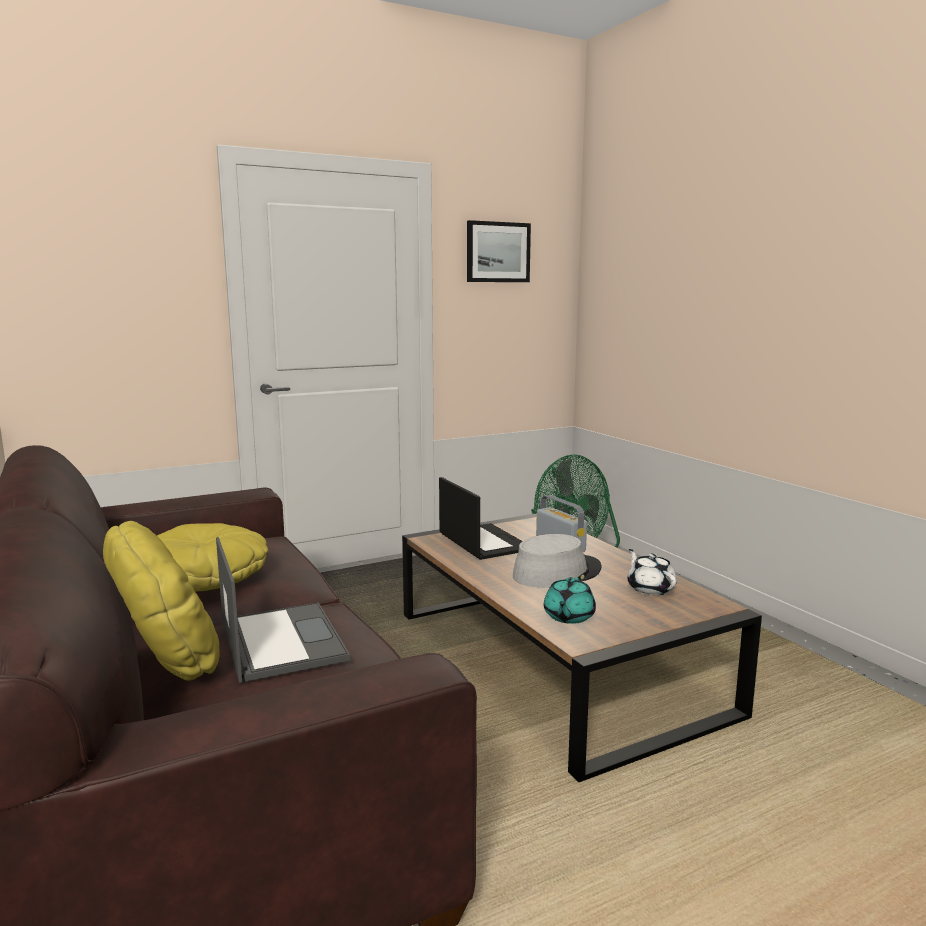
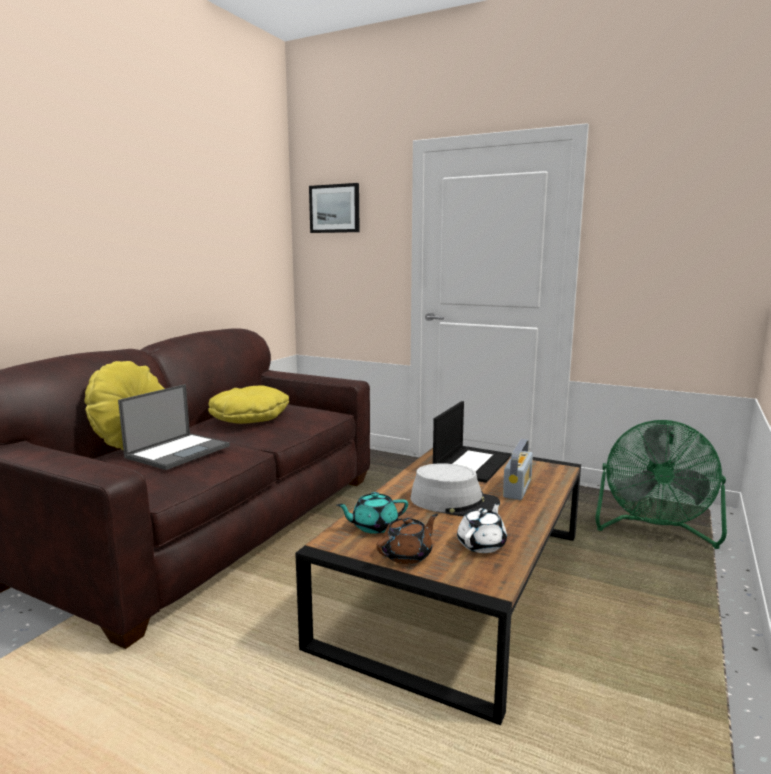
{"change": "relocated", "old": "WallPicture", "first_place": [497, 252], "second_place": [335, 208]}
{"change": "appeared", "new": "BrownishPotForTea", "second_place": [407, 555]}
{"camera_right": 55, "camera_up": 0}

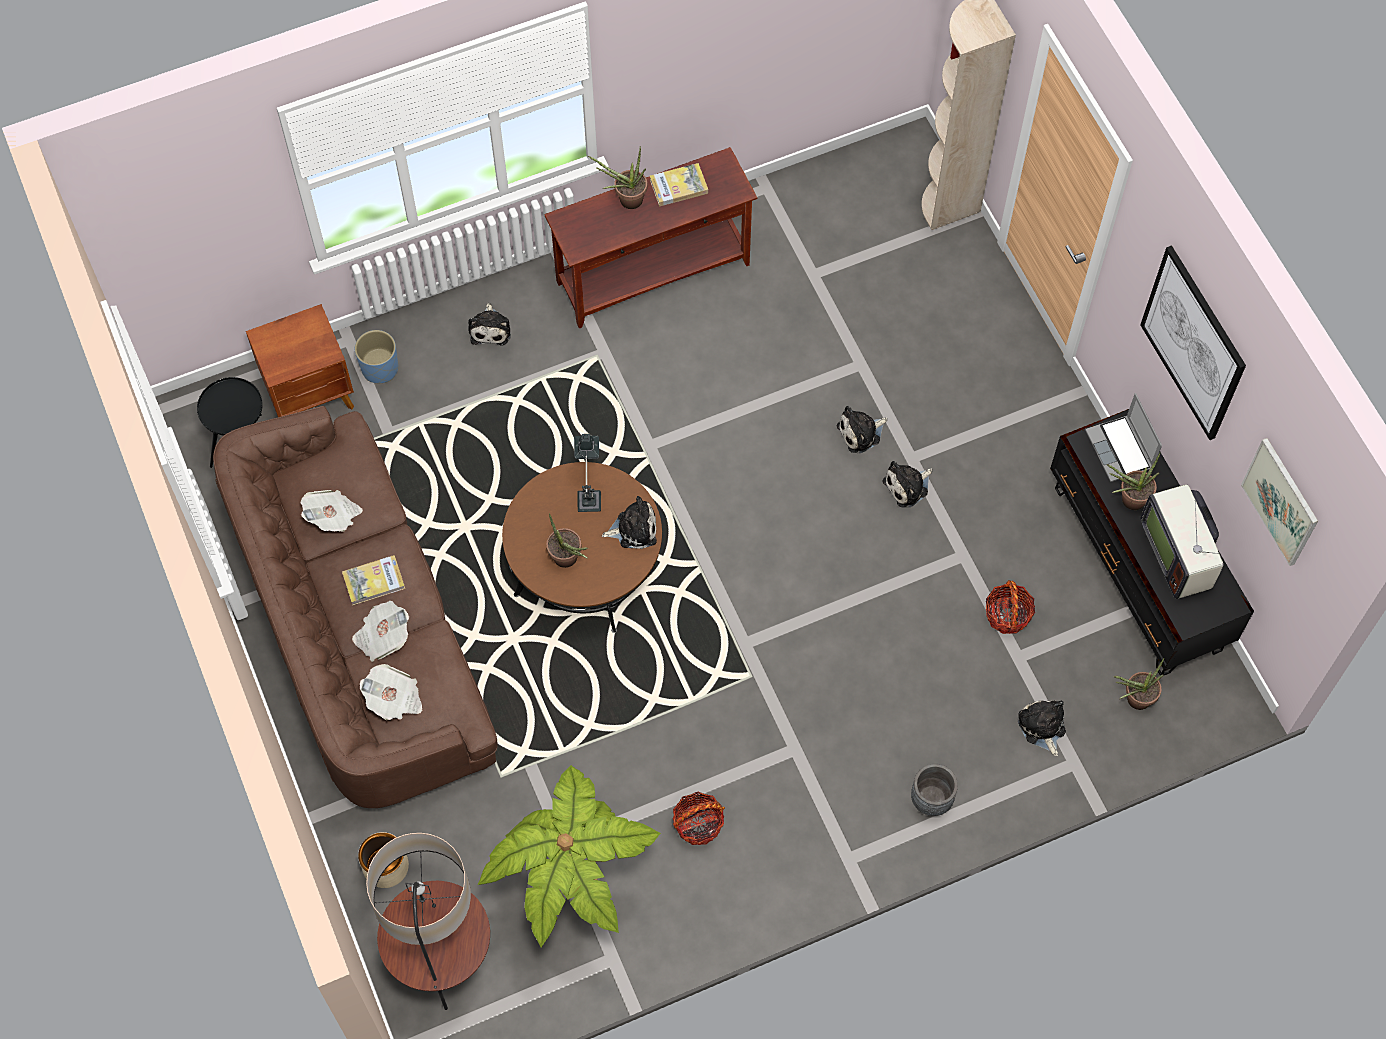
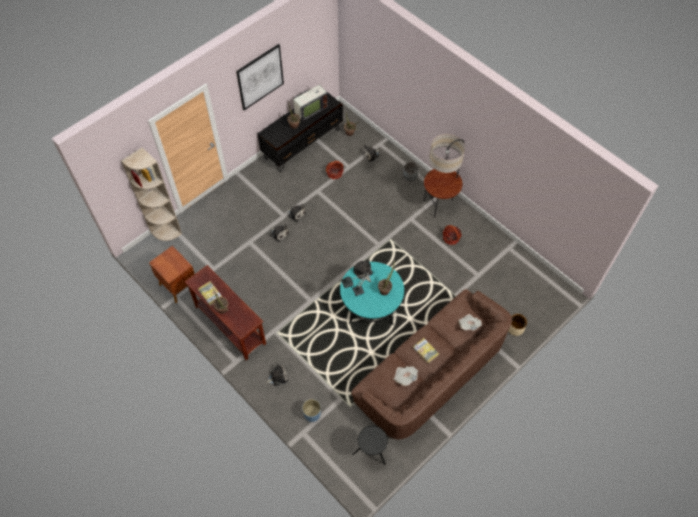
{"change": "relocated", "old": "BrownishNightTable", "first_place": [312, 396], "second_place": [178, 285]}
{"change": "missing", "old": "DailyPaper", "first_place": [382, 637]}
{"change": "relocated", "old": "StandingLamp", "first_place": [444, 966], "second_place": [439, 205]}
{"change": "missing", "old": "PlantInAPot", "first_place": [574, 898]}
{"change": "colour", "old": "BrownishLowTable", "new": "BlueGreenLowTable", "first_place": [585, 568], "second_place": [371, 305]}
{"change": "missing", "old": "PortableComputer", "first_place": [1120, 450]}
{"change": "missing", "old": "WallPicture", "first_place": [1281, 501]}
{"camera_right": -110, "camera_up": -5}

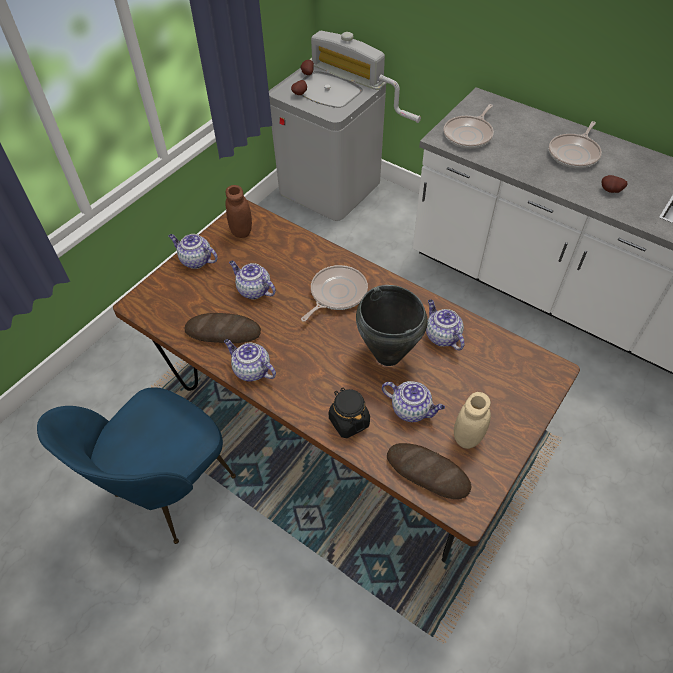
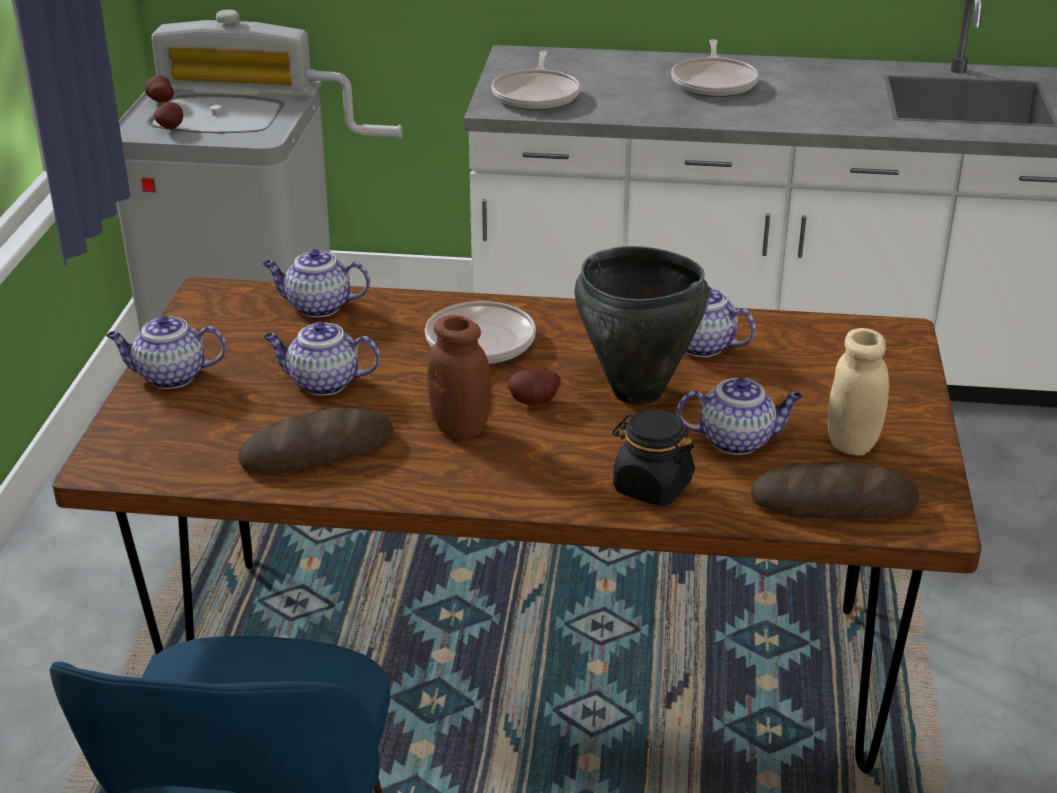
{"change": "relocated", "old": "PotForTea", "first_place": [251, 370], "second_place": [317, 307]}
{"change": "relocated", "old": "BrownishStorageJar", "first_place": [241, 231], "second_place": [460, 427]}
{"change": "relocated", "old": "WholePotato", "first_place": [611, 191], "second_place": [535, 403]}
{"camera_right": -30, "camera_up": -20}

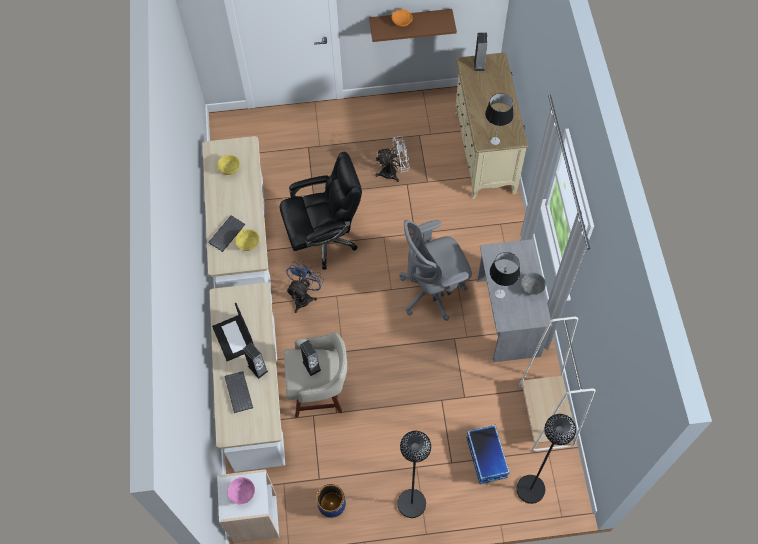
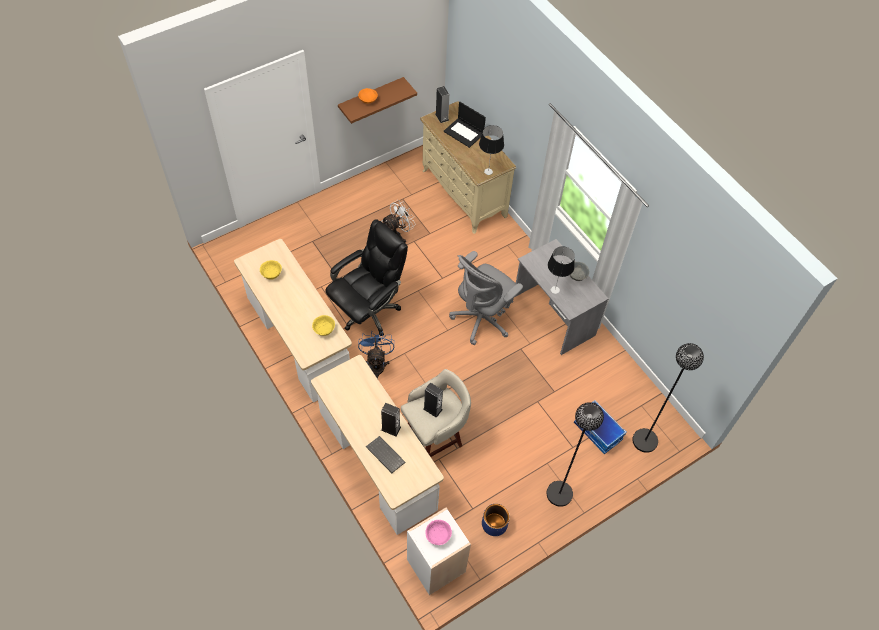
{"change": "missing", "old": "ComputerKeyboard", "first_place": [226, 233]}
{"change": "relocated", "old": "PortableComputer", "first_place": [234, 338], "second_place": [464, 133]}
{"change": "missing", "old": "GarmentStand", "first_place": [545, 416]}
{"camera_right": -30, "camera_up": -5}

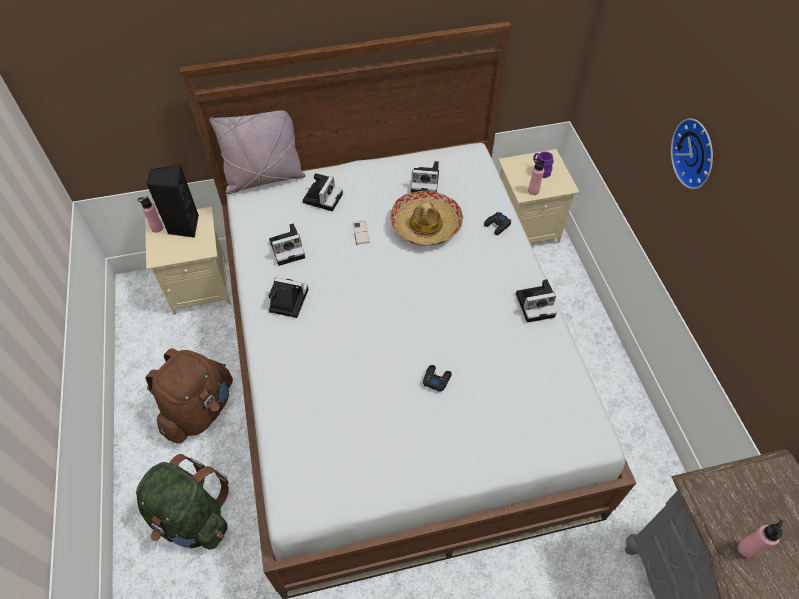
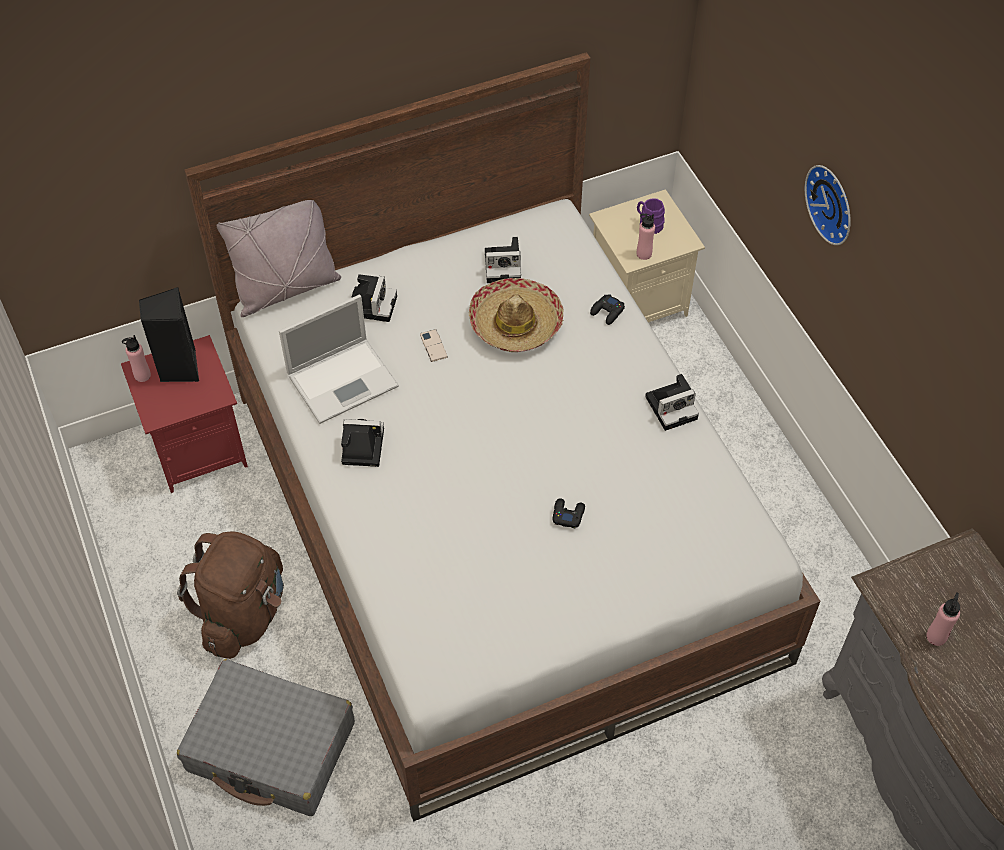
{"change": "exchanged", "old": "GreenishKnapsack", "new": "GreyishTravelCase", "first_place": [192, 518], "second_place": [271, 747]}
{"change": "colour", "old": "BeigeColouredNightTable", "new": "ReddishNightTable", "first_place": [202, 285], "second_place": [199, 447]}
{"change": "exchanged", "old": "PhotoCamera", "new": "PortableComputer", "first_place": [288, 248], "second_place": [344, 379]}
{"camera_right": -10, "camera_up": 0}

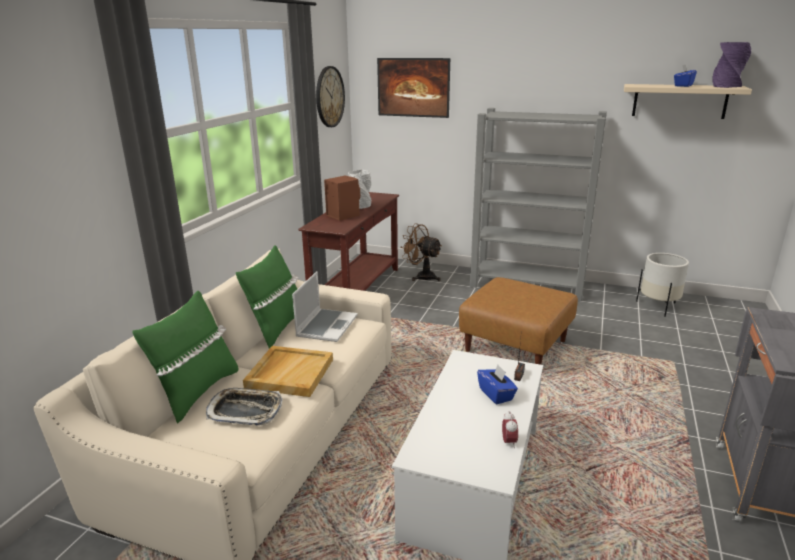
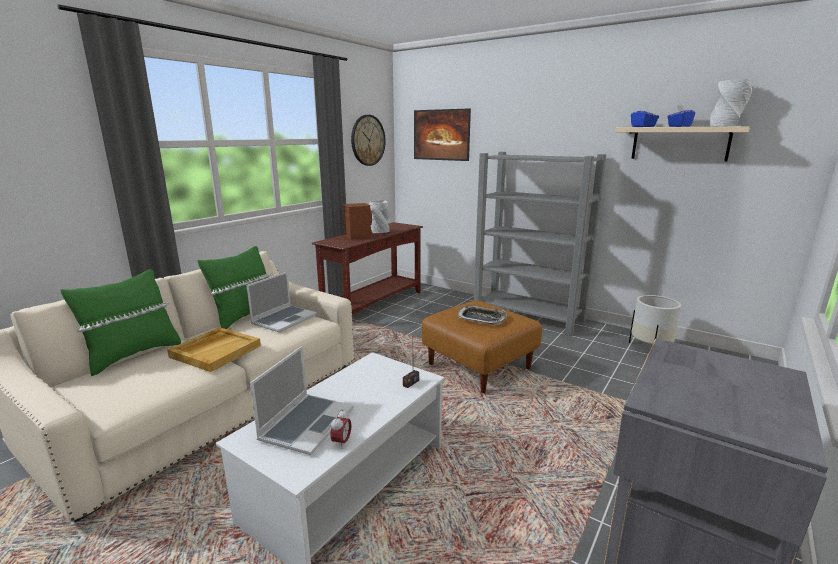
{"change": "relocated", "old": "ServingTray", "first_place": [245, 411], "second_place": [481, 318]}
{"change": "missing", "old": "BrownishElectricFan", "first_place": [421, 276]}
{"change": "relocated", "old": "BlueColouredBoxOfTissues", "first_place": [496, 394], "second_place": [643, 127]}
{"change": "colour", "old": "PurplishDecorativeVase", "new": "GreyishDecorativeVase", "first_place": [726, 86], "second_place": [725, 126]}
{"change": "appeared", "new": "PortableComputer", "second_place": [307, 424]}
{"camera_right": 15, "camera_up": -5}

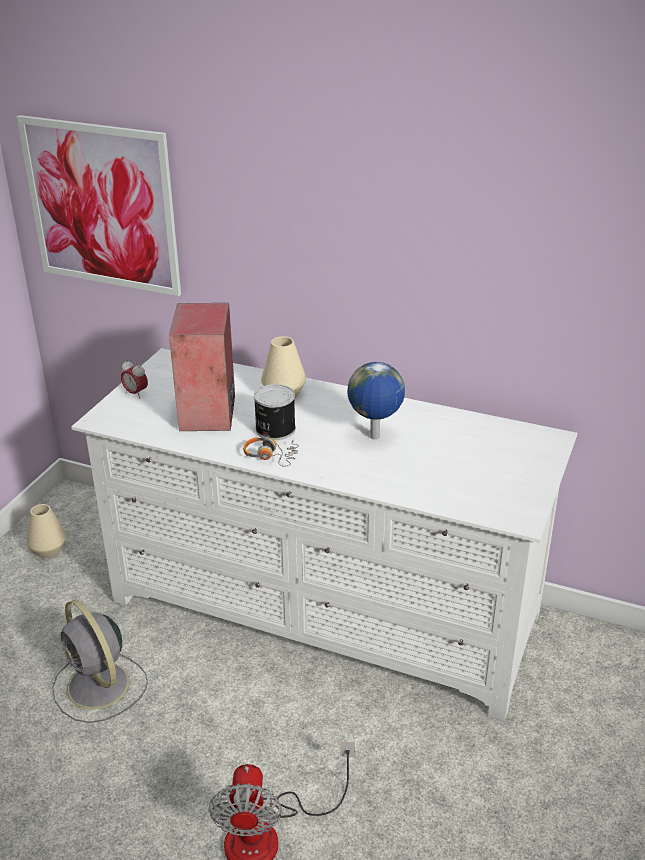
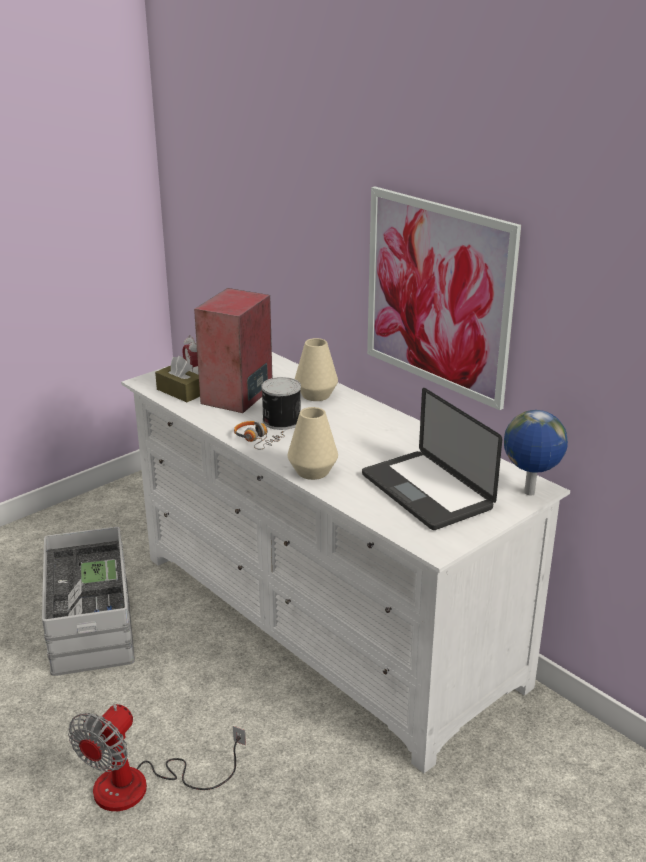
{"change": "relocated", "old": "WallPicture", "first_place": [101, 206], "second_place": [438, 295]}
{"change": "relocated", "old": "BeigeColouredDecorativeVase", "first_place": [48, 549], "second_place": [313, 471]}
{"change": "exchanged", "old": "GreyishElectricFan", "new": "GreyishStorageBox", "first_place": [99, 687], "second_place": [92, 622]}
{"change": "relocated", "old": "Globe", "first_place": [375, 437], "second_place": [529, 493]}
{"change": "appeared", "new": "BrownishBoxOfTissues", "second_place": [180, 392]}
{"change": "appeared", "new": "PortableComputer", "second_place": [426, 491]}
{"camera_right": 25, "camera_up": -5}

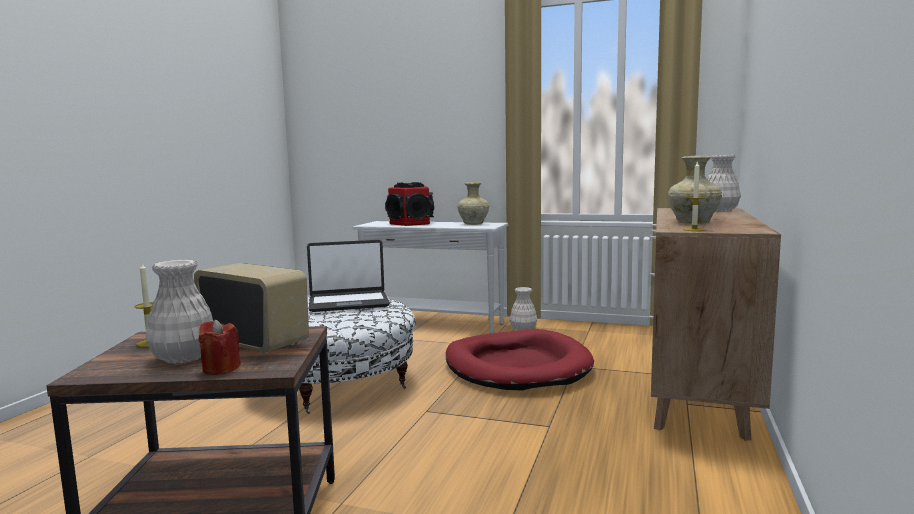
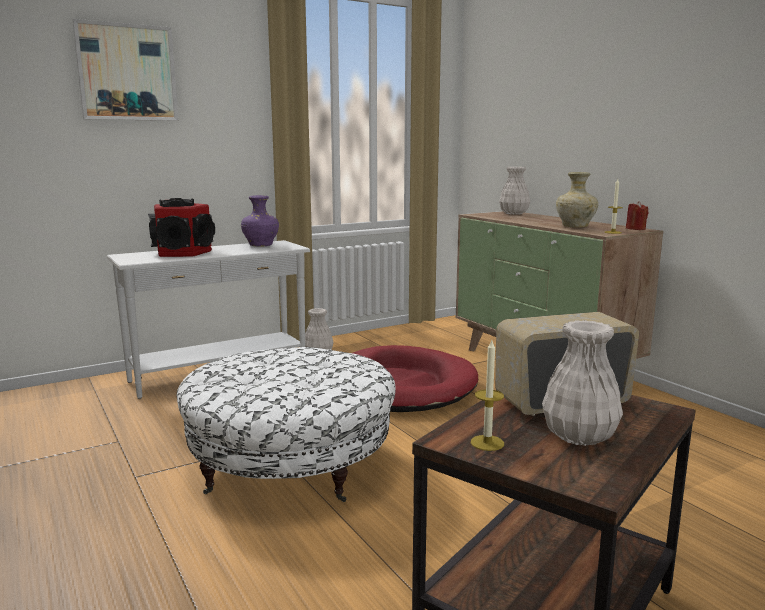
{"change": "relocated", "old": "ReddishCandle", "first_place": [221, 368], "second_place": [635, 229]}
{"change": "missing", "old": "PortableComputer", "first_place": [348, 303]}
{"change": "colour", "old": "BeigeColouredDecorativeVase", "new": "PurplishDecorativeVase", "first_place": [473, 224], "second_place": [261, 245]}
{"change": "appeared", "new": "WallPicture", "second_place": [127, 72]}
{"camera_right": -50, "camera_up": 5}

